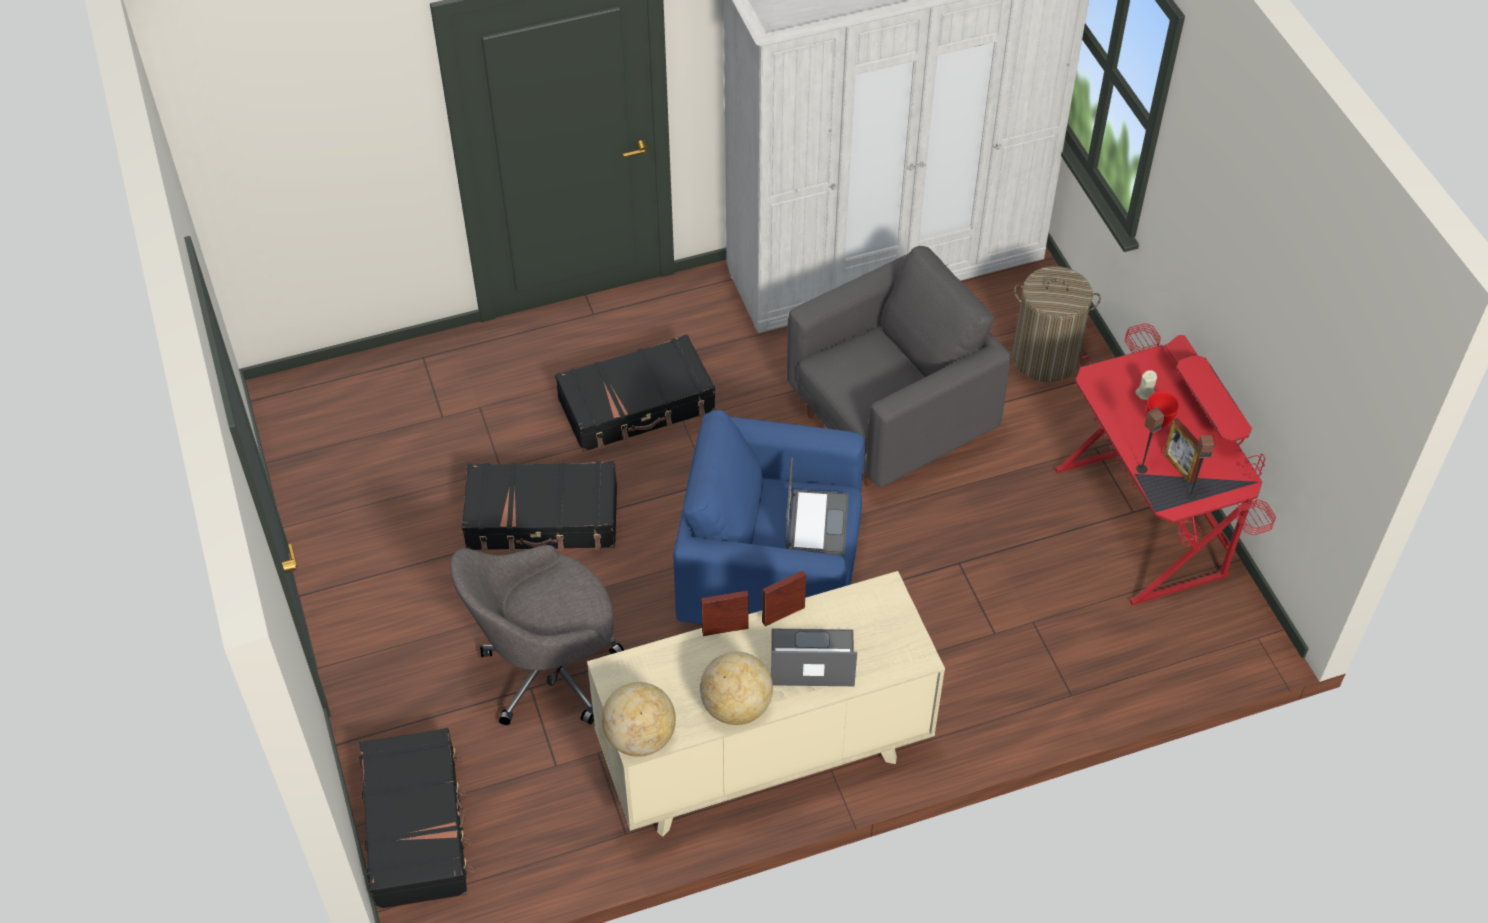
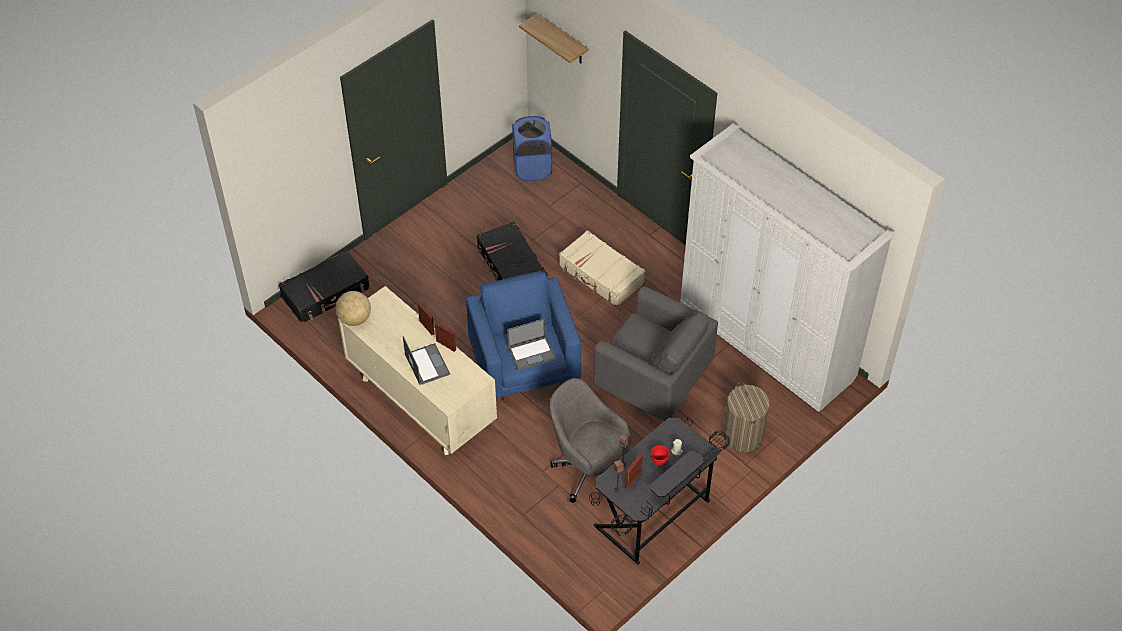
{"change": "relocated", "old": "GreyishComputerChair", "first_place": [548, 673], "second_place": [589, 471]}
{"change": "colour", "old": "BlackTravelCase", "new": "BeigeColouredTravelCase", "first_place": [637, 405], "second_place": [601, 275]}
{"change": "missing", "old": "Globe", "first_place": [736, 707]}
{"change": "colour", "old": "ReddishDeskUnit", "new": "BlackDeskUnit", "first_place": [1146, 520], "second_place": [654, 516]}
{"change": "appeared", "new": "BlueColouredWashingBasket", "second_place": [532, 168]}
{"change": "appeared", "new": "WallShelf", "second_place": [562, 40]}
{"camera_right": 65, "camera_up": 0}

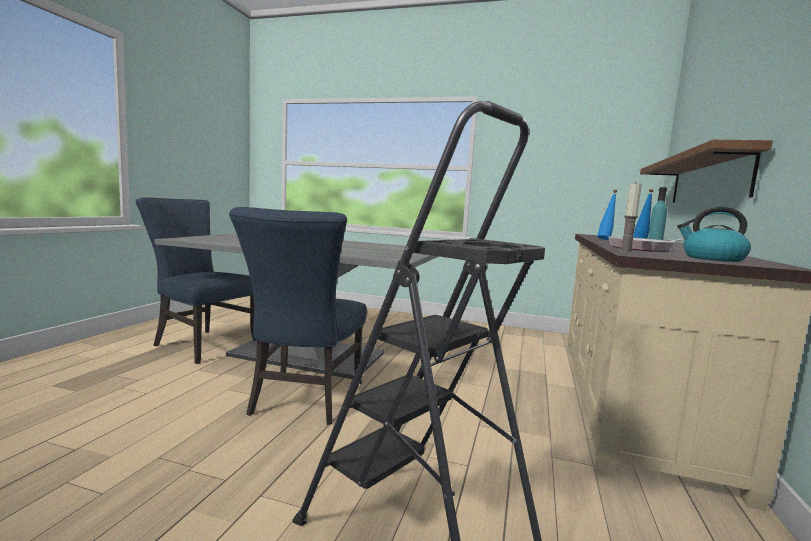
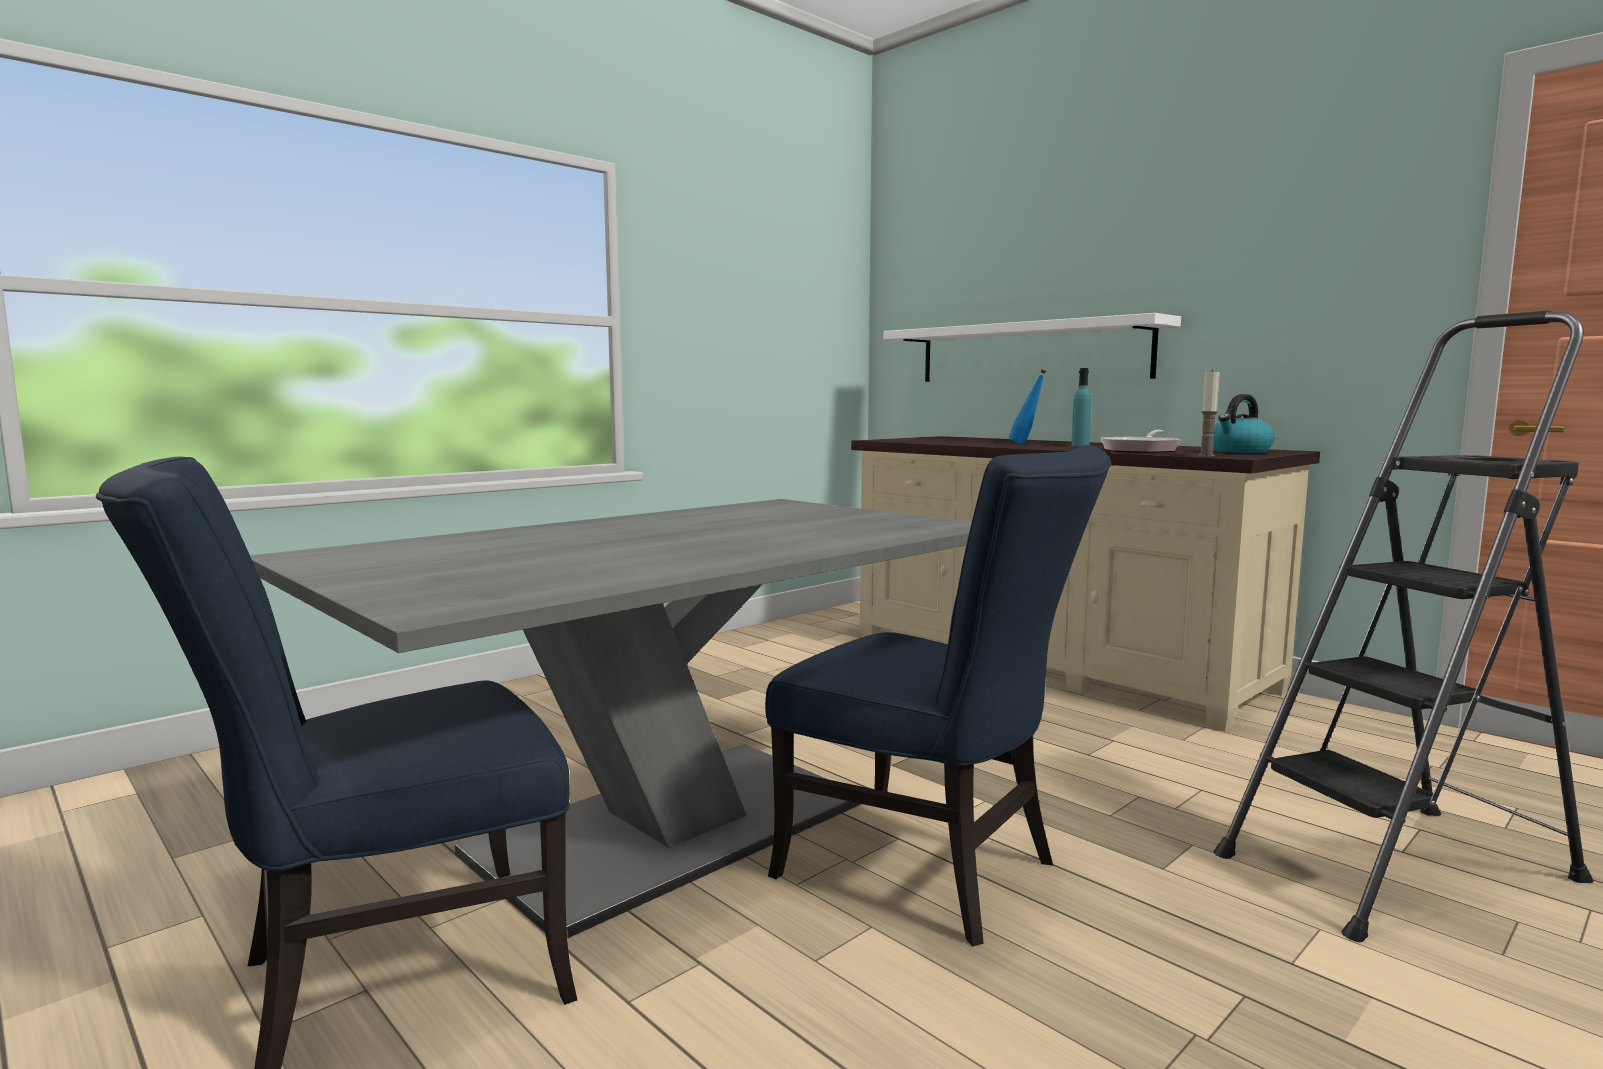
{"change": "missing", "old": "BlueColouredDrinkBottle", "first_place": [605, 239]}
{"change": "colour", "old": "BrownishWallShelf", "new": "WhiteWallShelf", "first_place": [707, 179], "second_place": [1030, 353]}
{"camera_right": -60, "camera_up": 0}

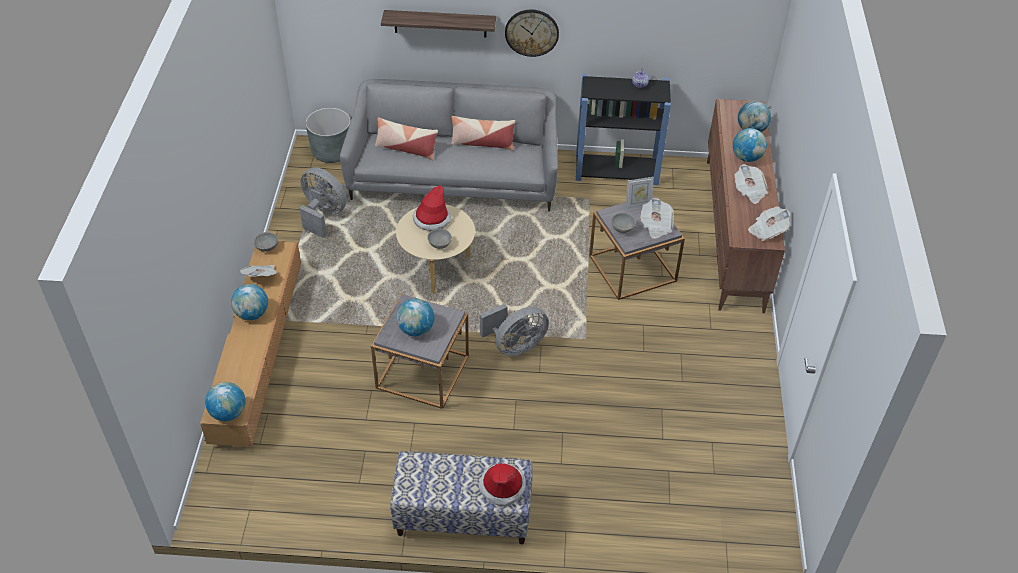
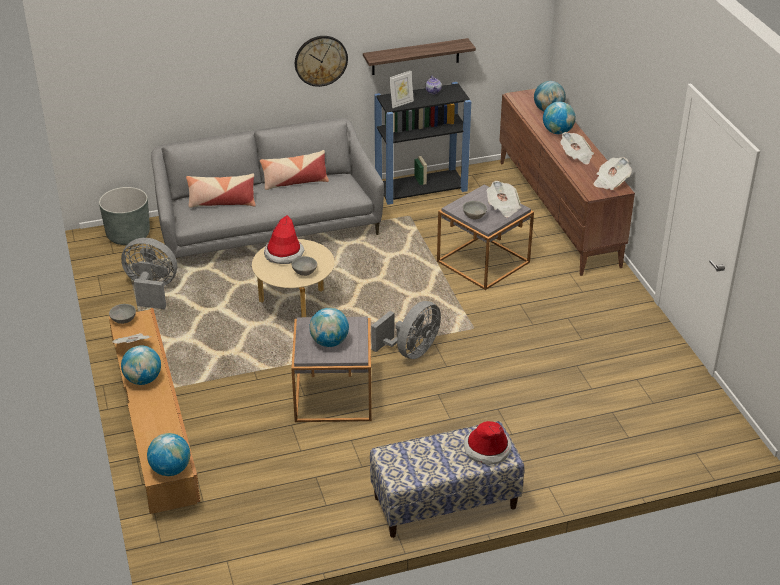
{"change": "relocated", "old": "WallShelf", "first_place": [440, 23], "second_place": [415, 57]}
{"change": "relocated", "old": "StandingFrame", "first_place": [637, 205], "second_place": [401, 103]}
{"camera_right": -20, "camera_up": -10}

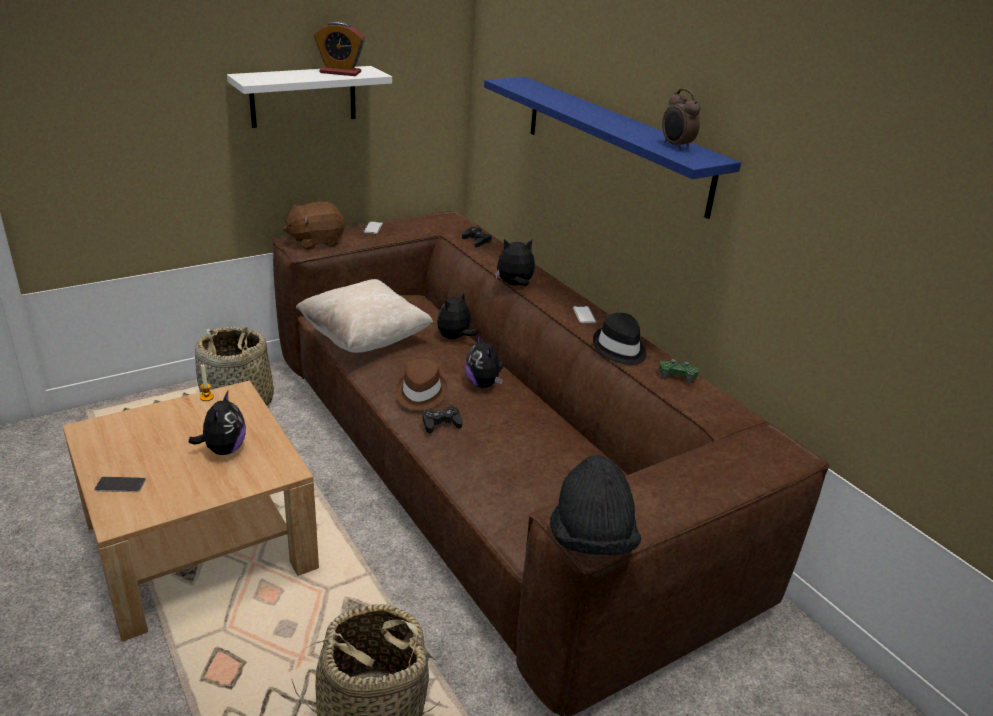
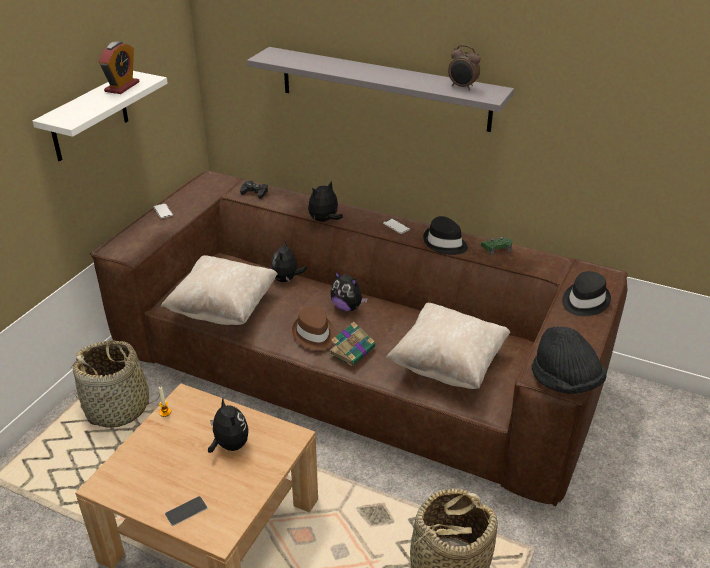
{"change": "missing", "old": "BrownishPlushToy", "first_place": [315, 242]}
{"change": "spun", "old": "AlarmClock", "first_place": [340, 72], "second_place": [122, 87], "degrees": -45}
{"change": "exchanged", "old": "BlackGamepad", "new": "Volume", "first_place": [441, 423], "second_place": [352, 350]}
{"change": "colour", "old": "BlueColouredWallShelf", "new": "GreyishWallShelf", "first_place": [614, 142], "second_place": [383, 88]}
{"change": "appeared", "new": "BeigeColouredPillow", "second_place": [448, 365]}
{"change": "appeared", "new": "BlackHat", "second_place": [584, 301]}
{"camera_right": -30, "camera_up": 5}

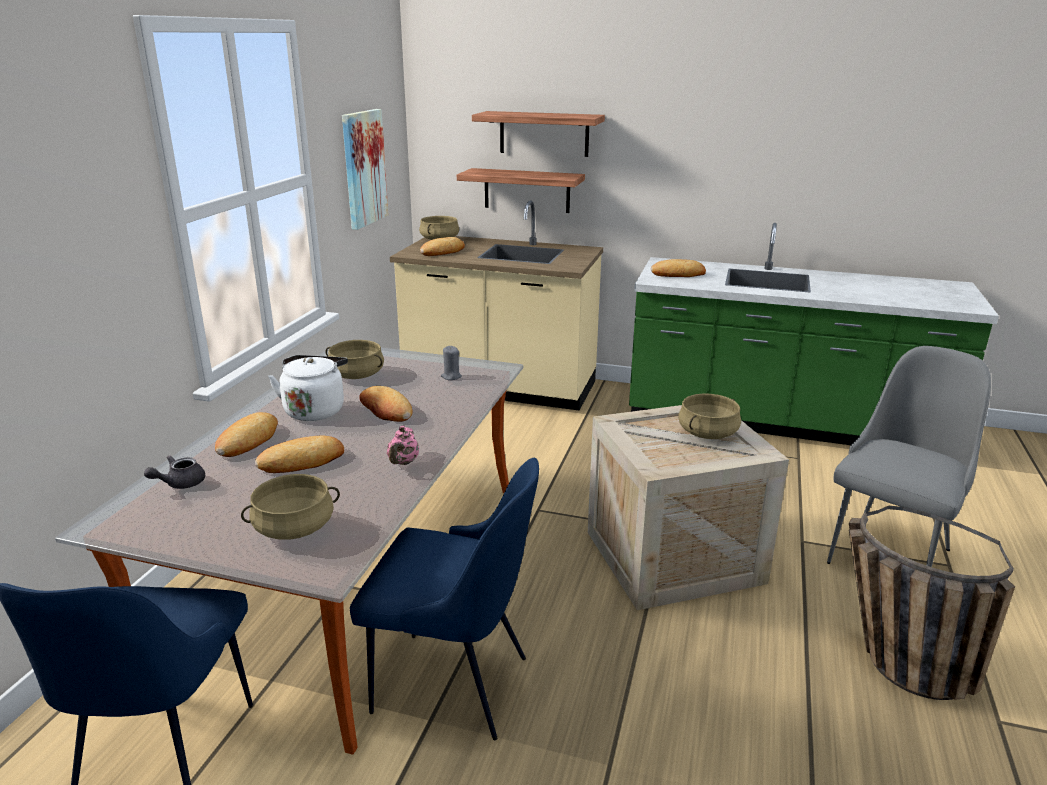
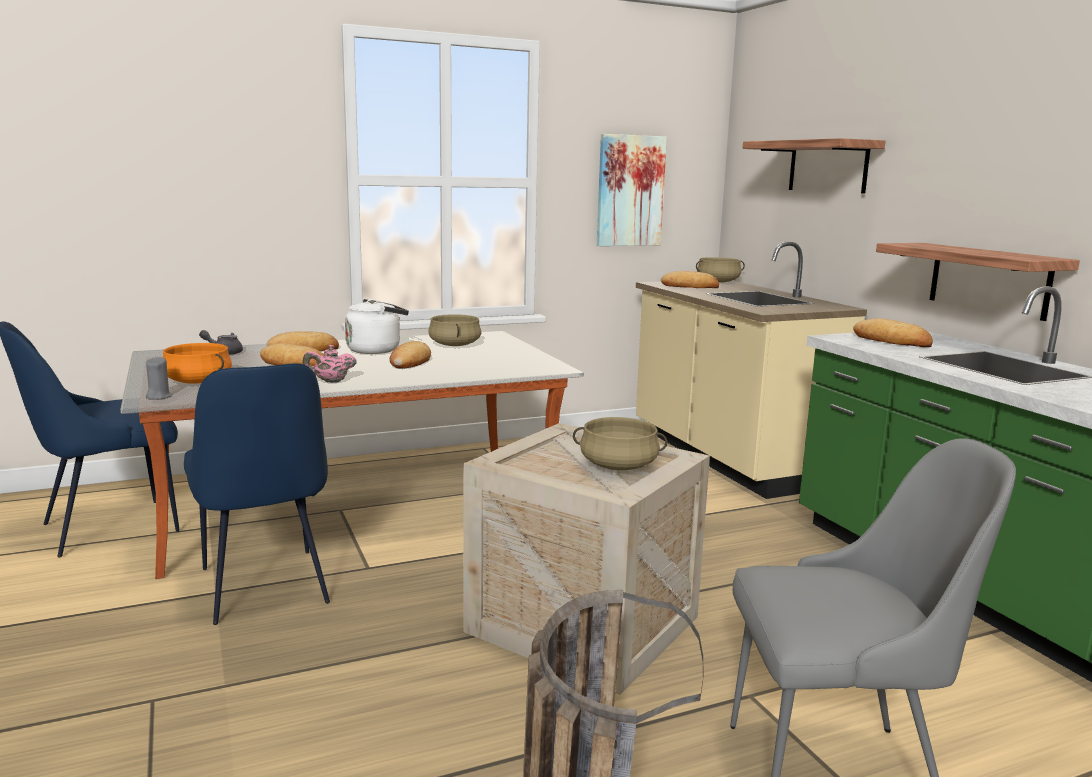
{"change": "colour", "old": "BeigeColouredCookingPot", "new": "OrangeyCookingPot", "first_place": [294, 528], "second_place": [197, 382]}
{"change": "relocated", "old": "GreyishCandle", "first_place": [451, 376], "second_place": [159, 396]}
{"change": "relocated", "old": "WallShelf", "first_place": [527, 190], "second_place": [989, 280]}
{"camera_right": 50, "camera_up": -10}

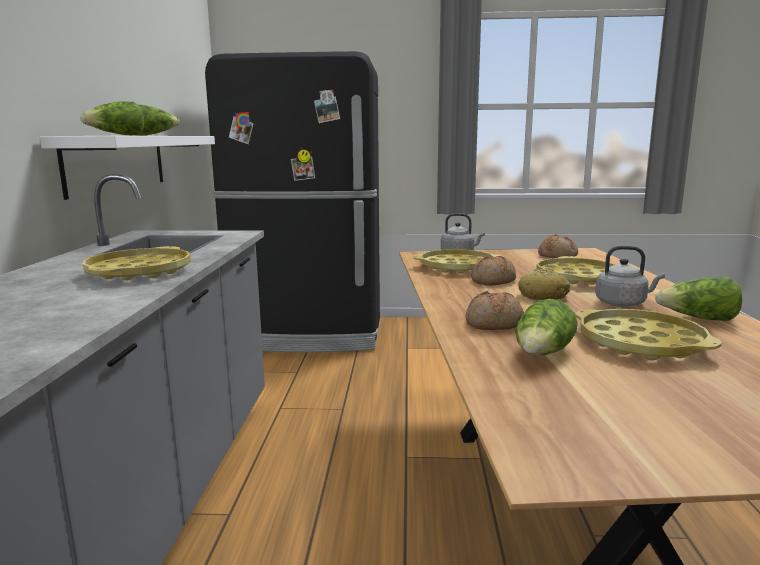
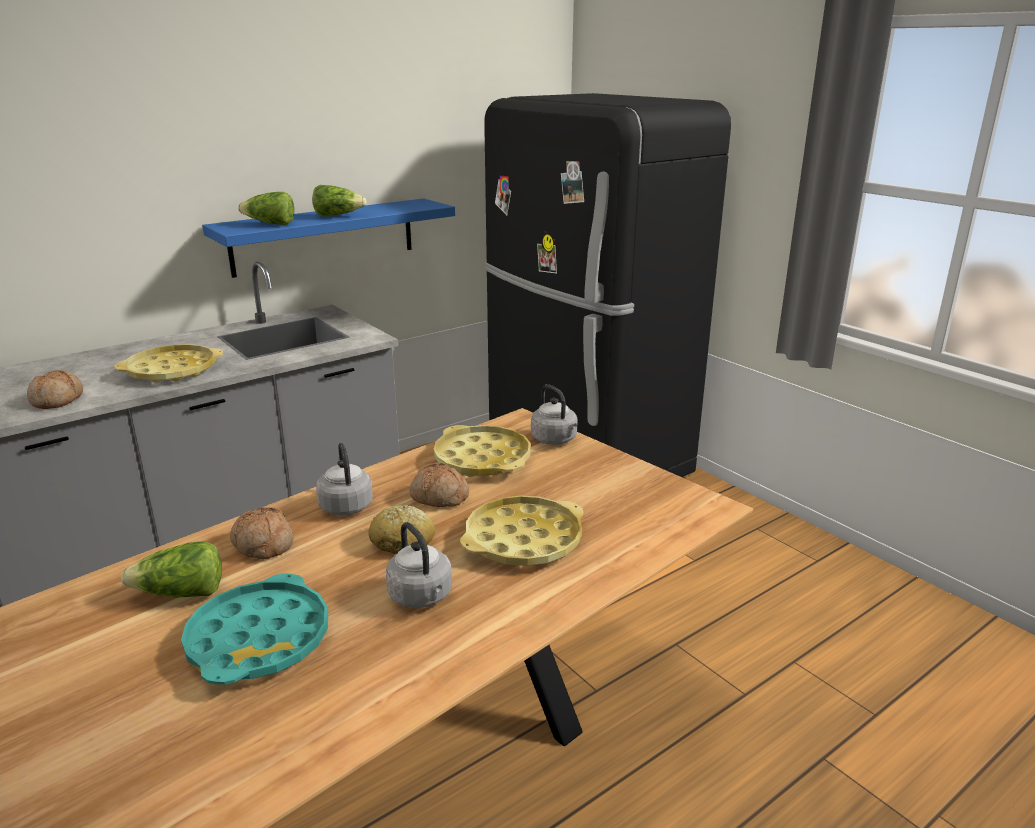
{"change": "colour", "old": "WhiteWallShelf", "new": "BlueColouredWallShelf", "first_place": [117, 163], "second_place": [324, 236]}
{"change": "relocated", "old": "BakeryBread", "first_place": [558, 256], "second_place": [58, 400]}
{"change": "colour", "old": "YellowColouredServingTray", "new": "BlueGreenServingTray", "first_place": [640, 343], "second_place": [259, 639]}
{"change": "missing", "old": "LettuceHead", "first_place": [698, 319]}
{"change": "appeared", "new": "GreyishKettle", "second_place": [345, 505]}
{"camera_right": 50, "camera_up": 10}

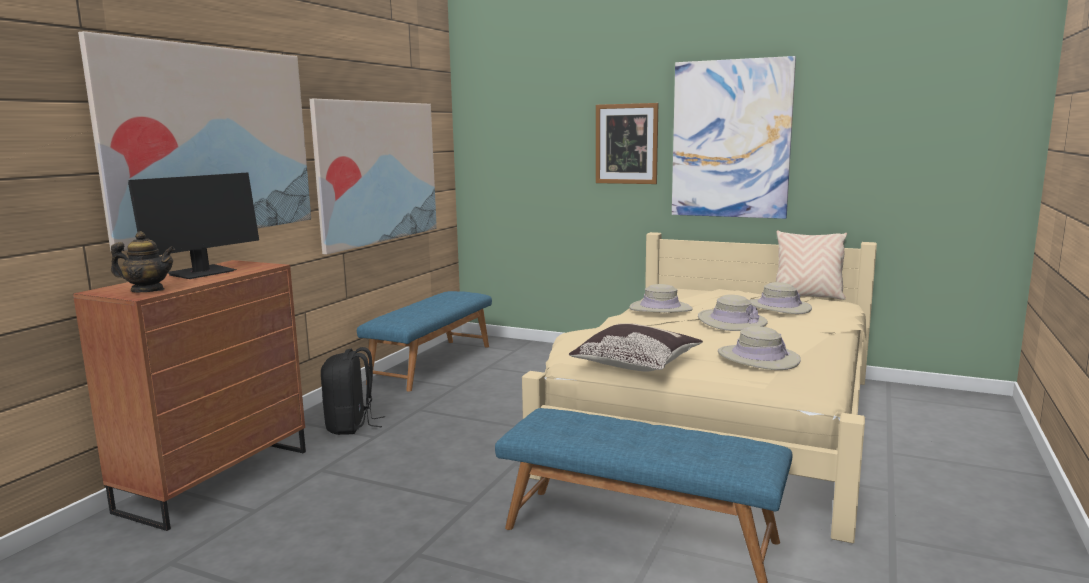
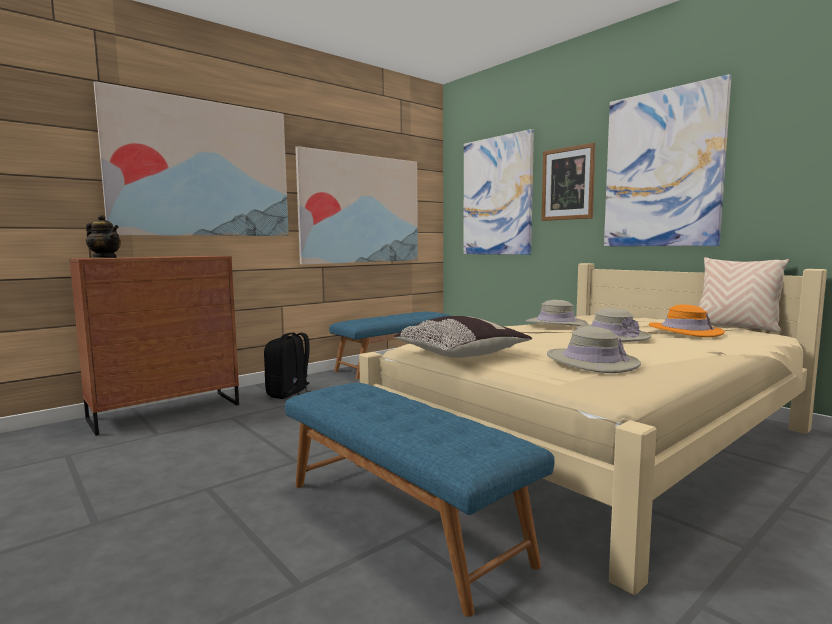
{"change": "missing", "old": "Monitor", "first_place": [202, 273]}
{"change": "colour", "old": "BeigeColouredHat", "new": "OrangeyHat", "first_place": [778, 307], "second_place": [685, 331]}
{"change": "appeared", "new": "WallPicture", "second_place": [497, 196]}
{"camera_right": 25, "camera_up": -5}

